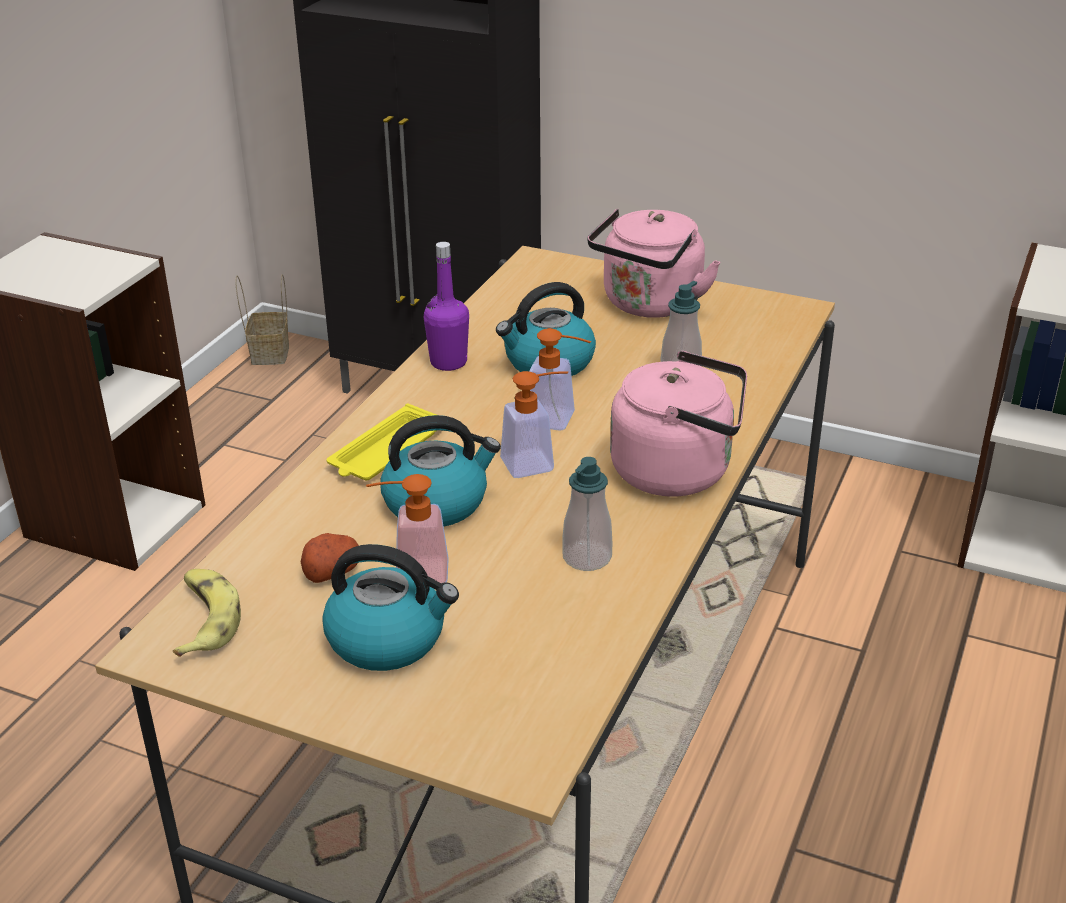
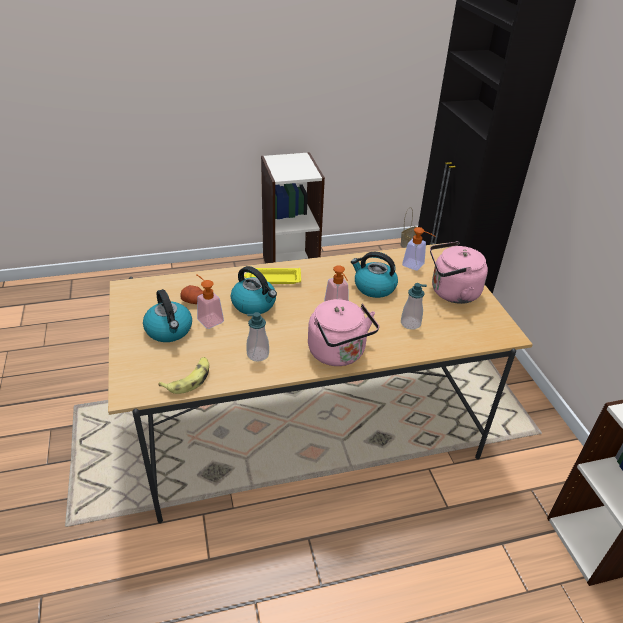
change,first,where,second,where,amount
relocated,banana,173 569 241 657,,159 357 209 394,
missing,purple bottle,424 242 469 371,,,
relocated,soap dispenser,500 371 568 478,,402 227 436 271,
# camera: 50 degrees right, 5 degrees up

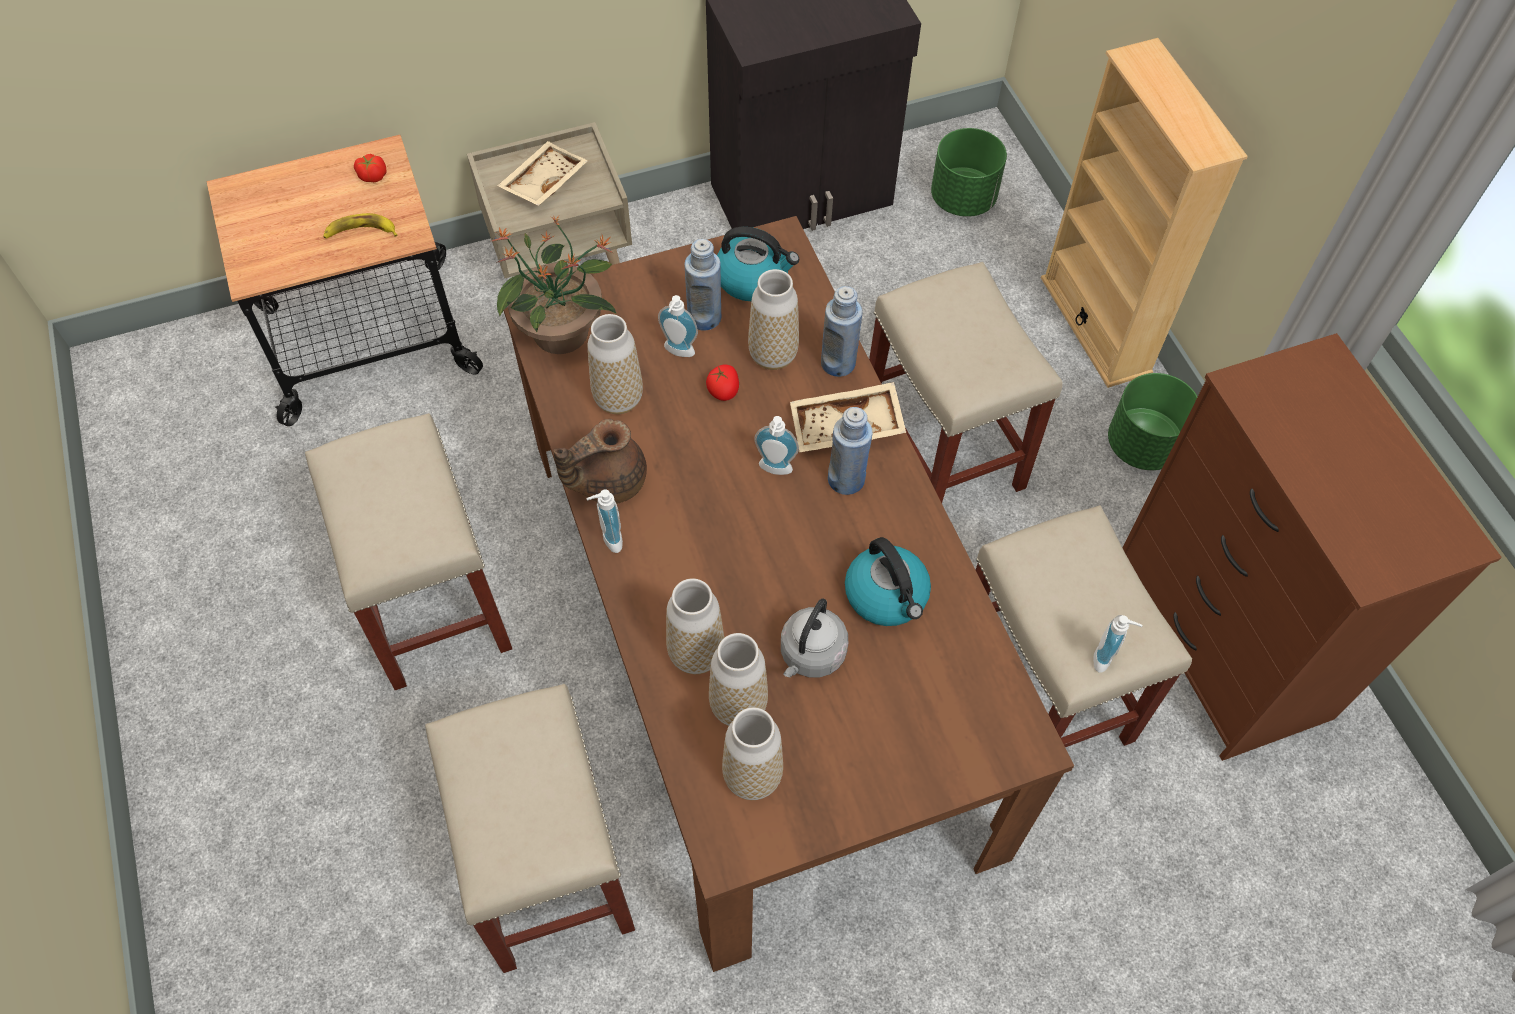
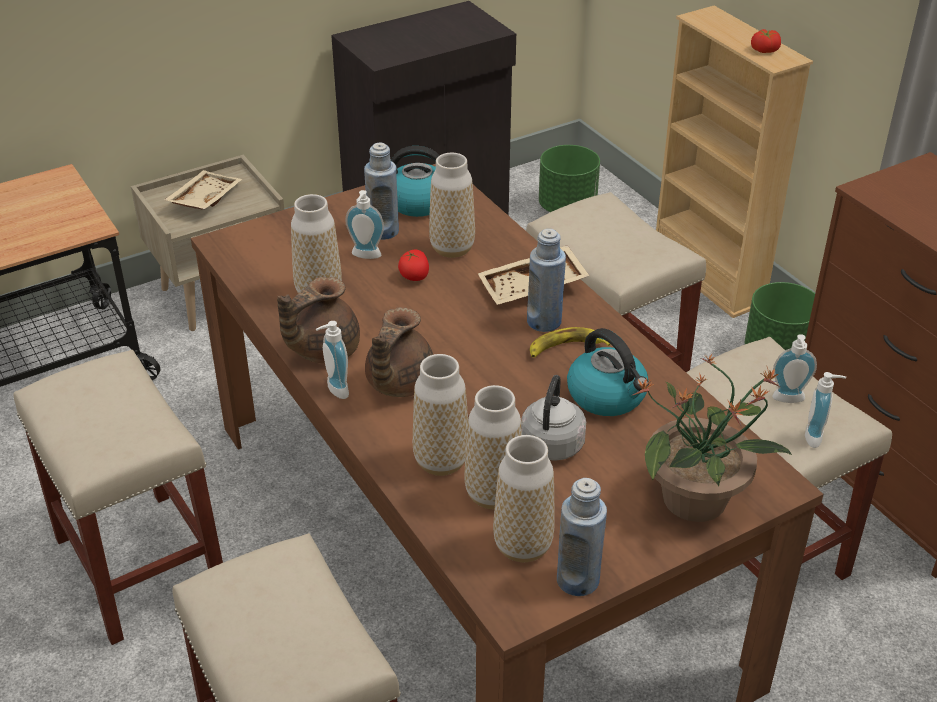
change,first,where,second,where,amount
relocated,banana,323 213 397 239,,530 327 611 357,
relocated,tomato,354 154 387 182,,751 29 781 53,
relocated,potted plant,492 216 617 354,,633 354 793 522,
relocated,soap dispenser,754 416 799 475,,772 334 817 403,
relocated,blue bottle,821 286 862 377,,557 478 607 596,
appeared,,,brown teapot,365 307 433 397,
# camera: 10 degrees left, 20 degrees down

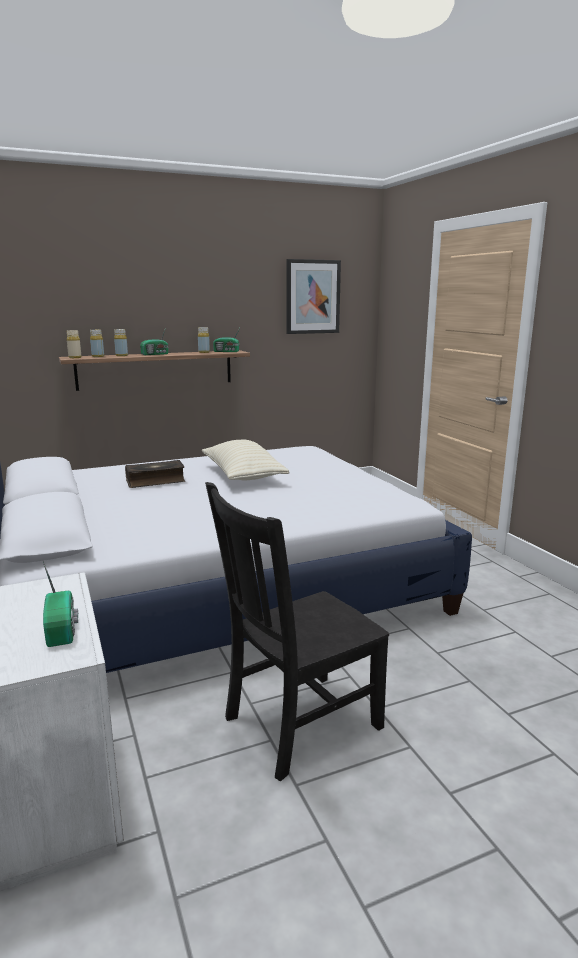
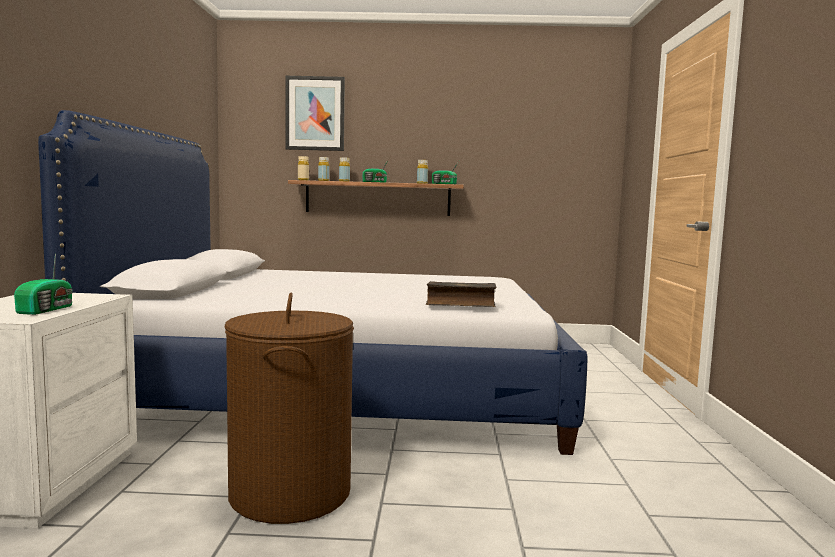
change,first,where,second,where,amount
relocated,book,125 460 185 488,,426 281 497 307,
missing,beige pillow,202 440 290 480,,,
exchanged,black chair,205 482 389 781,brown laundry basket,225 293 354 524,
relocated,picture,286 259 341 334,,285 76 345 151,
# camera: 25 degrees right, 10 degrees down

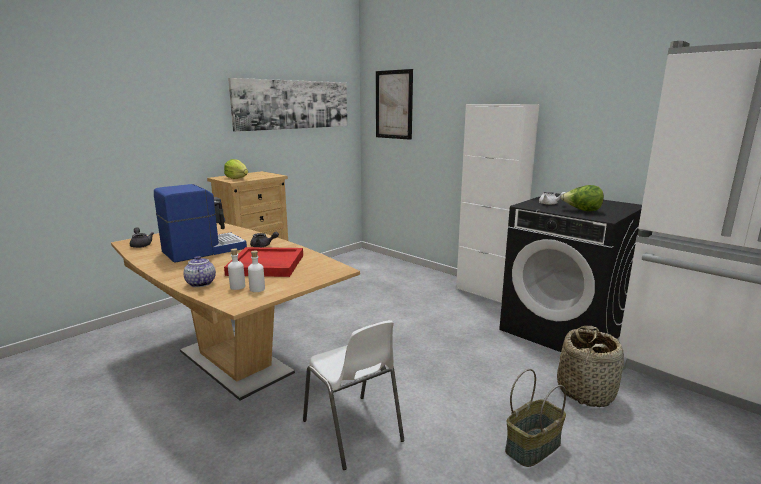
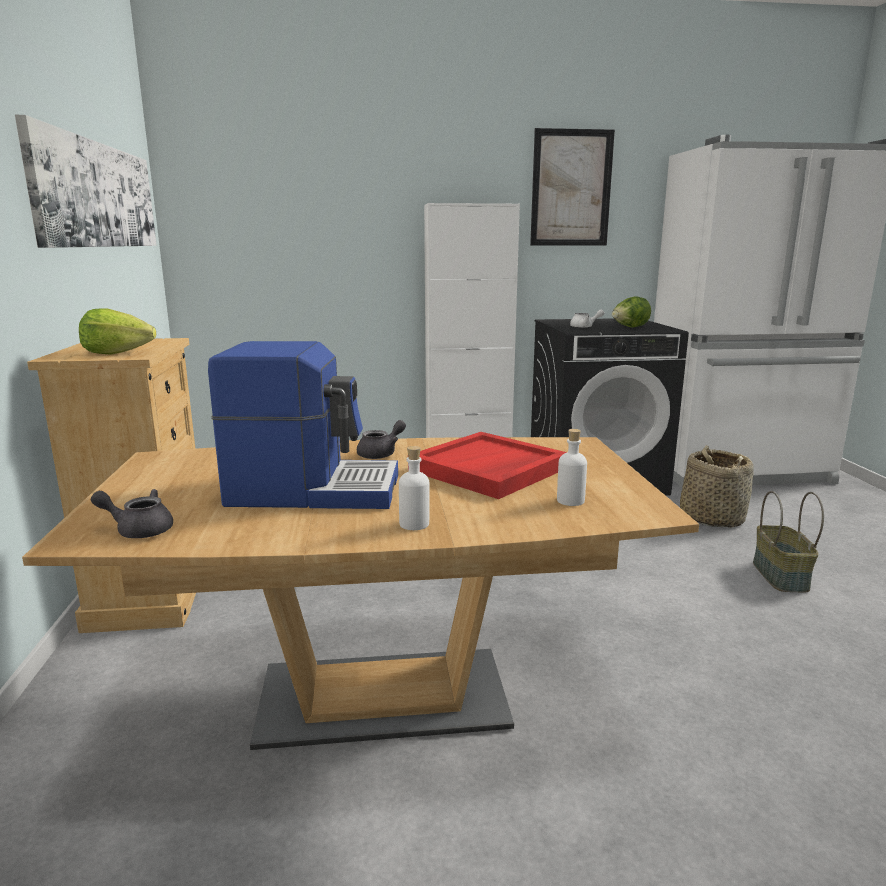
change,first,where,second,where,amount
spun,coffee machine,154 184 247 263,,208 341 398 509,90 degrees clockwise
missing,teapot,183 256 216 287,,,
relocated,white bottle,248 251 265 292,,399 446 430 530,
missing,white chair,303 320 405 470,,,
relocated,picture,376 69 413 140,,530 128 615 246,
# camera: 50 degrees left, 0 degrees up

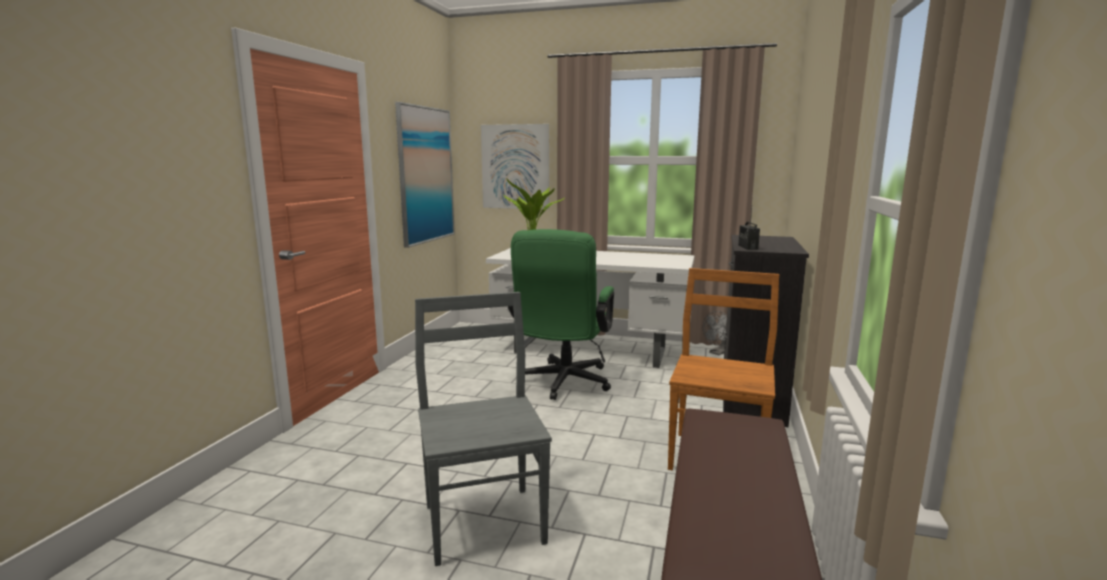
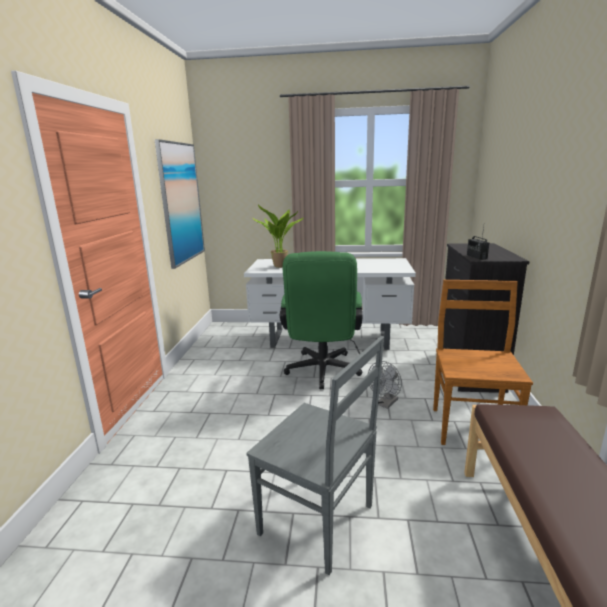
change,first,where,second,where,amount
spun,grey chair,415 292 552 566,,246 336 384 575,150 degrees clockwise
missing,picture,481 124 549 209,,,
relocated,grey fan,702 311 727 355,,368 361 402 409,
# camera: 10 degrees left, 5 degrees up

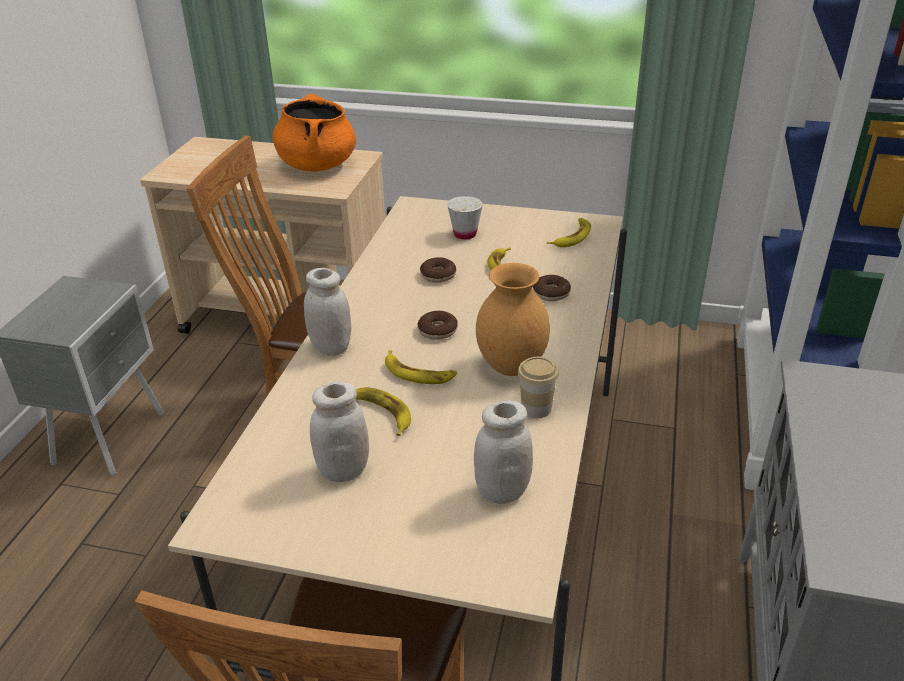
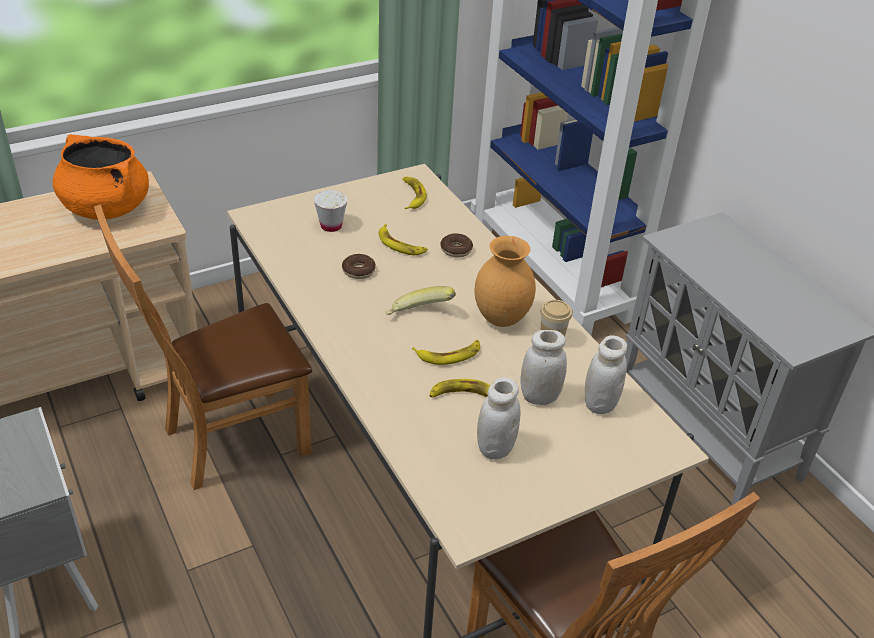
change,first,where,second,where,amount
relocated,white jar,304 268 351 356,,520 330 567 405,
exchanged,donut,418 311 458 340,banana,386 286 456 315,
# camera: 45 degrees left, 5 degrees up

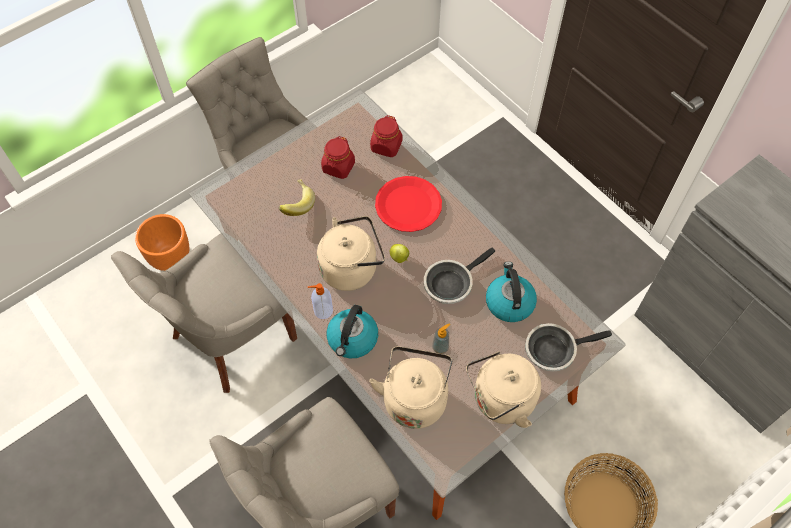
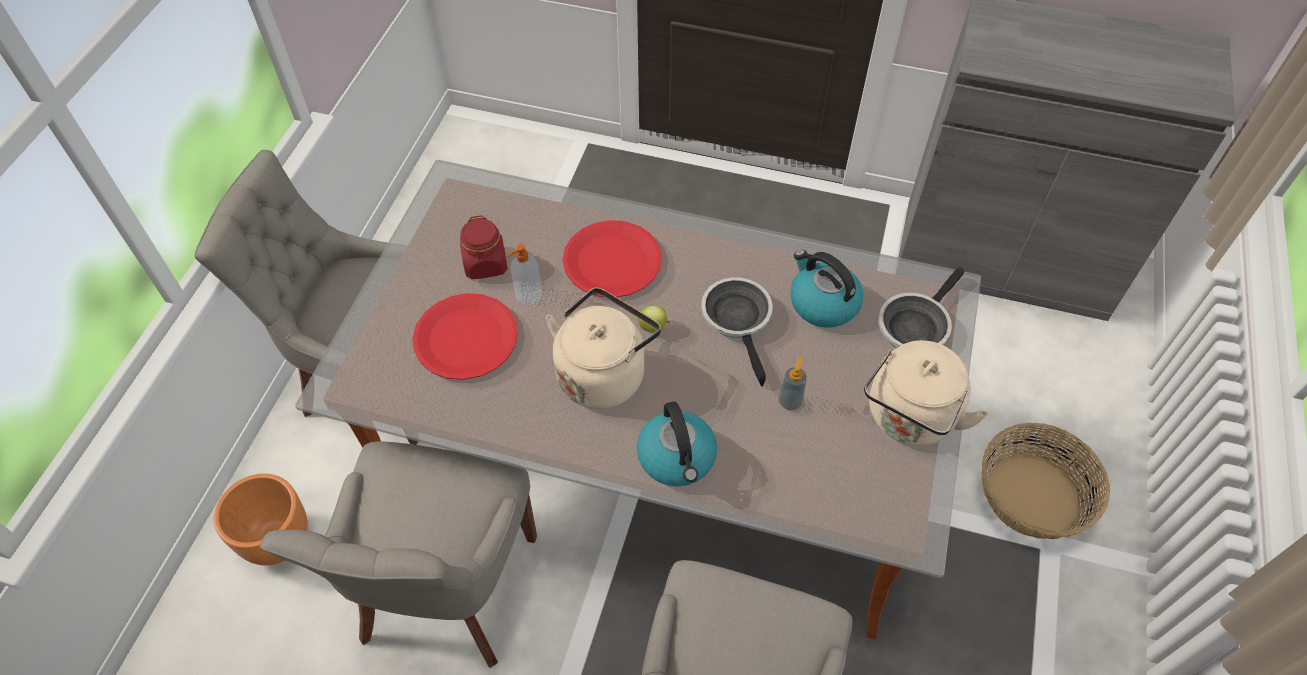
change,first,where,second,where,amount
exchanged,banana,279 179 315 216,red plate,412 293 518 380,
relocated,soap dispenser,307 283 333 319,,507 244 542 305,
missing,red jar,370 115 403 157,,,
missing,beige kettle,370 346 452 429,,,
spun,frying pan,424 247 496 304,,701 277 773 387,150 degrees clockwise
# camera: 35 degrees left, 5 degrees down

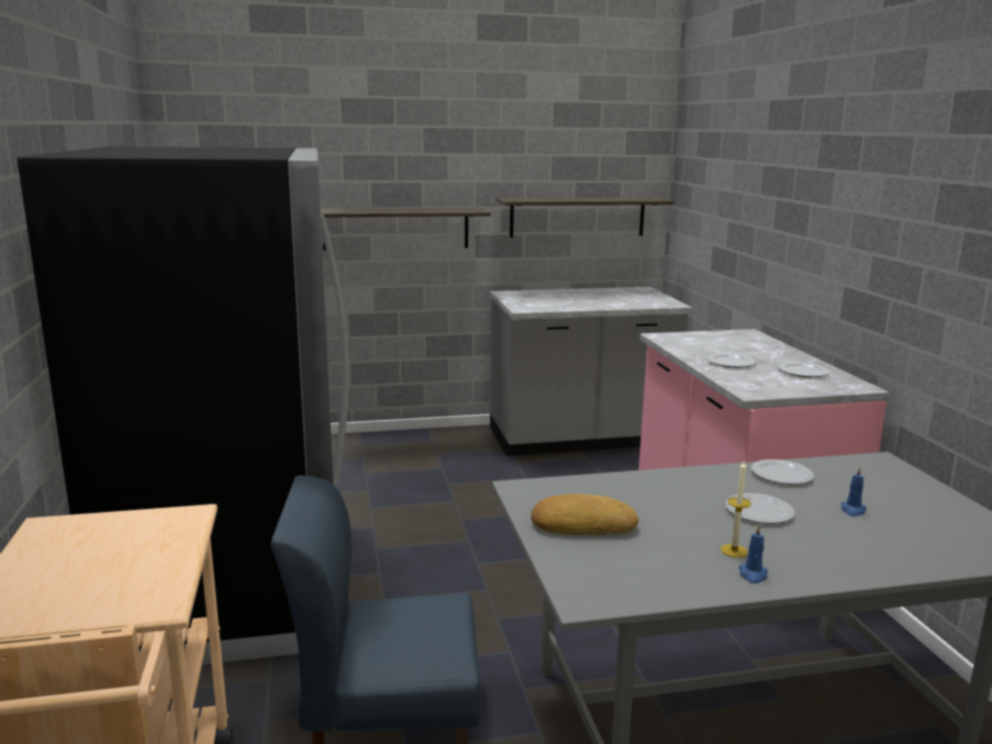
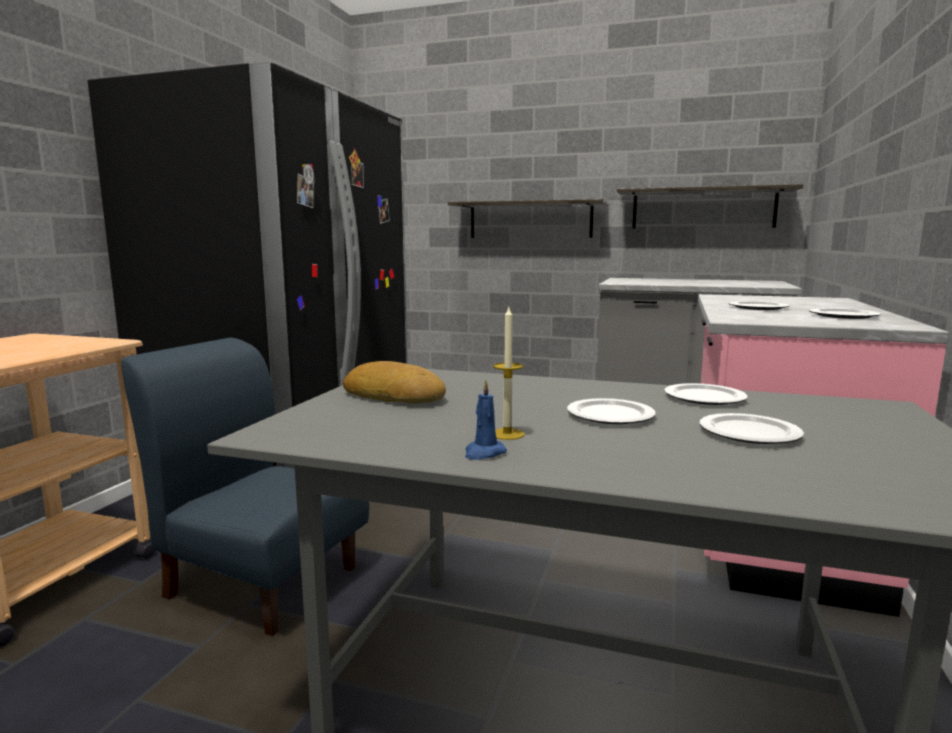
change,first,where,second,where,amount
exchanged,blue candle,841 467 867 516,plate,700 413 804 444,
# camera: 30 degrees right, 5 degrees down

